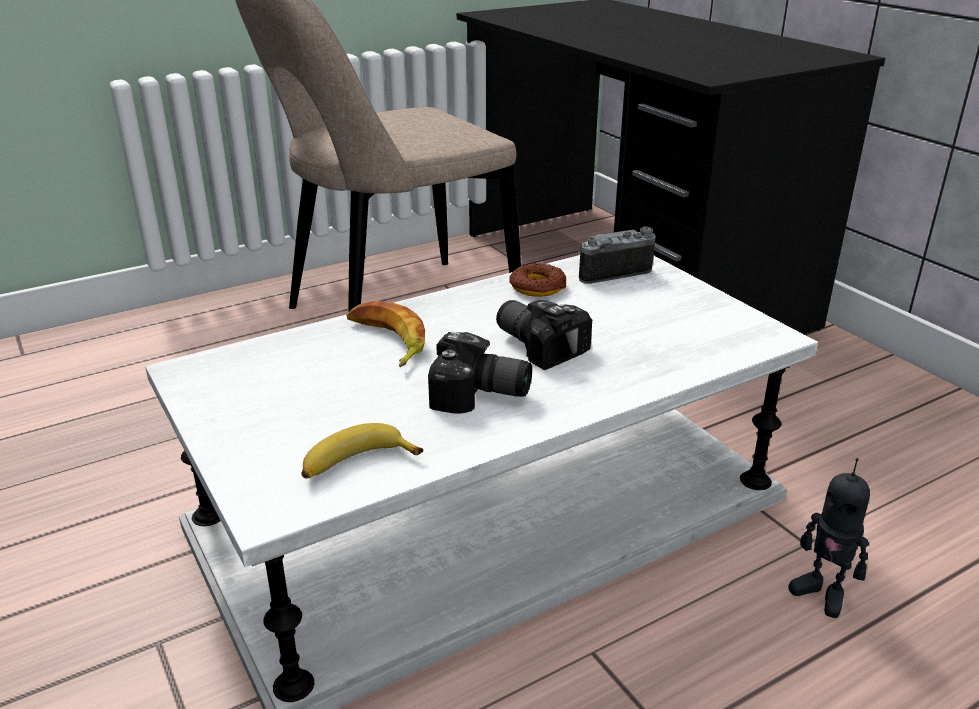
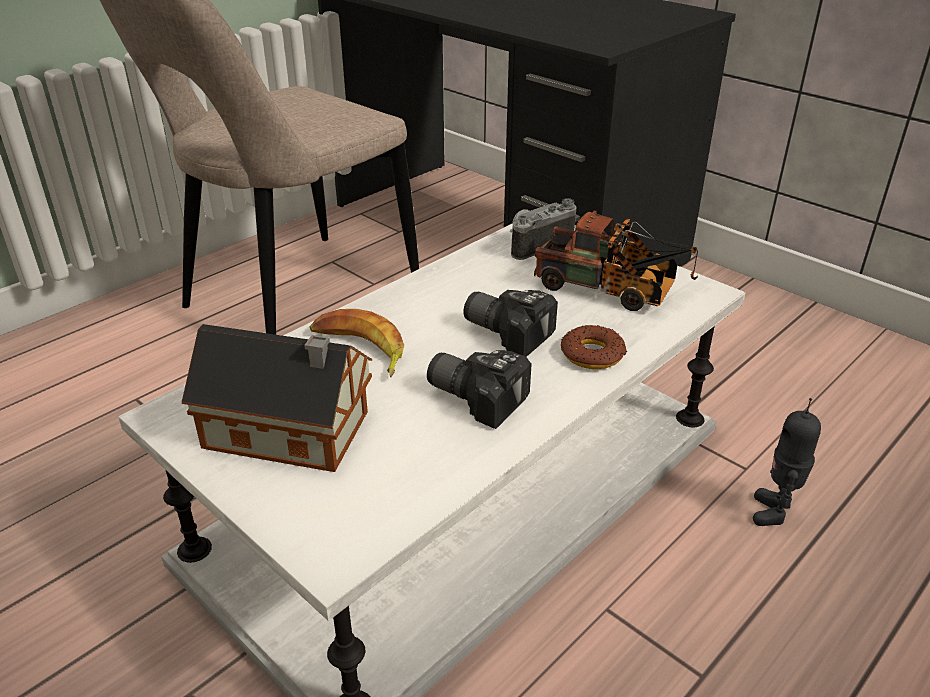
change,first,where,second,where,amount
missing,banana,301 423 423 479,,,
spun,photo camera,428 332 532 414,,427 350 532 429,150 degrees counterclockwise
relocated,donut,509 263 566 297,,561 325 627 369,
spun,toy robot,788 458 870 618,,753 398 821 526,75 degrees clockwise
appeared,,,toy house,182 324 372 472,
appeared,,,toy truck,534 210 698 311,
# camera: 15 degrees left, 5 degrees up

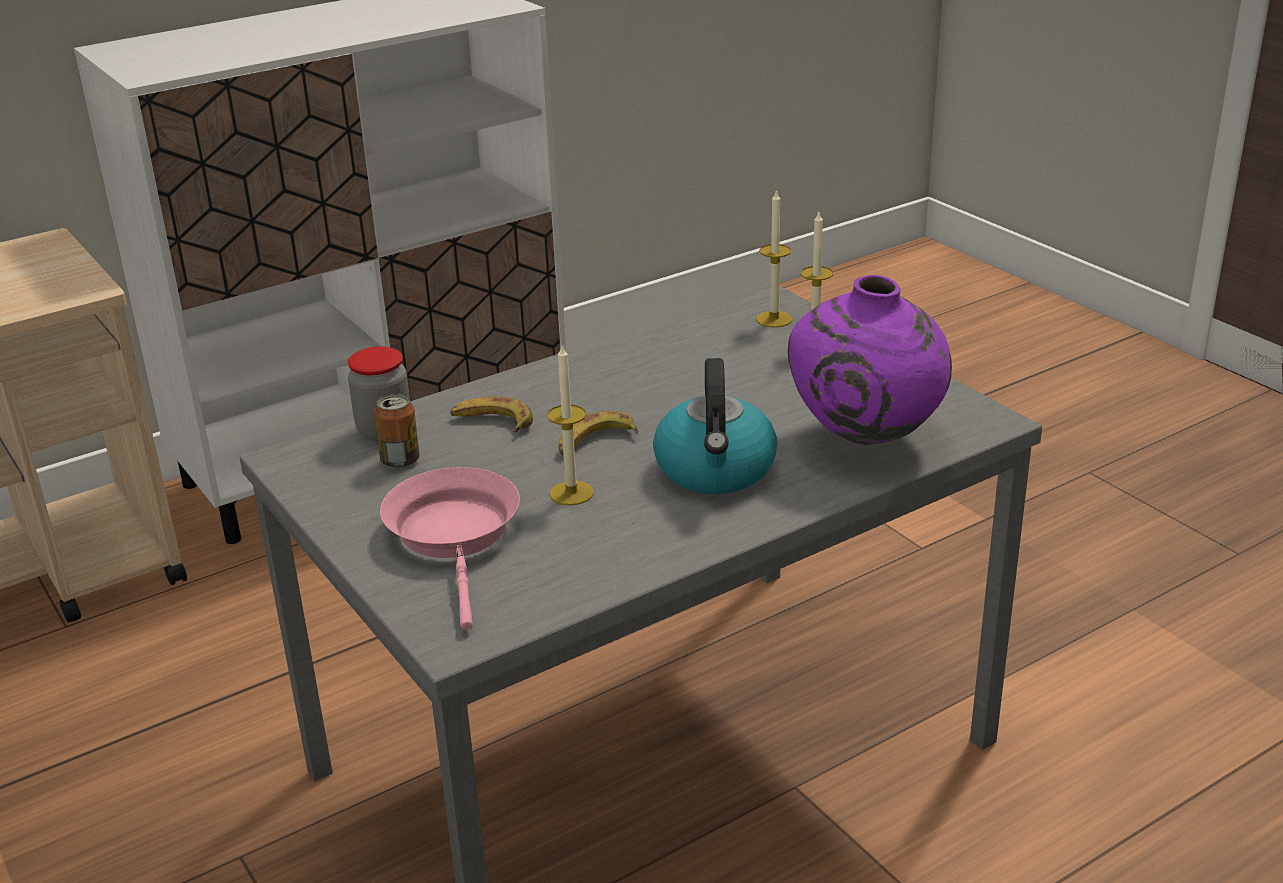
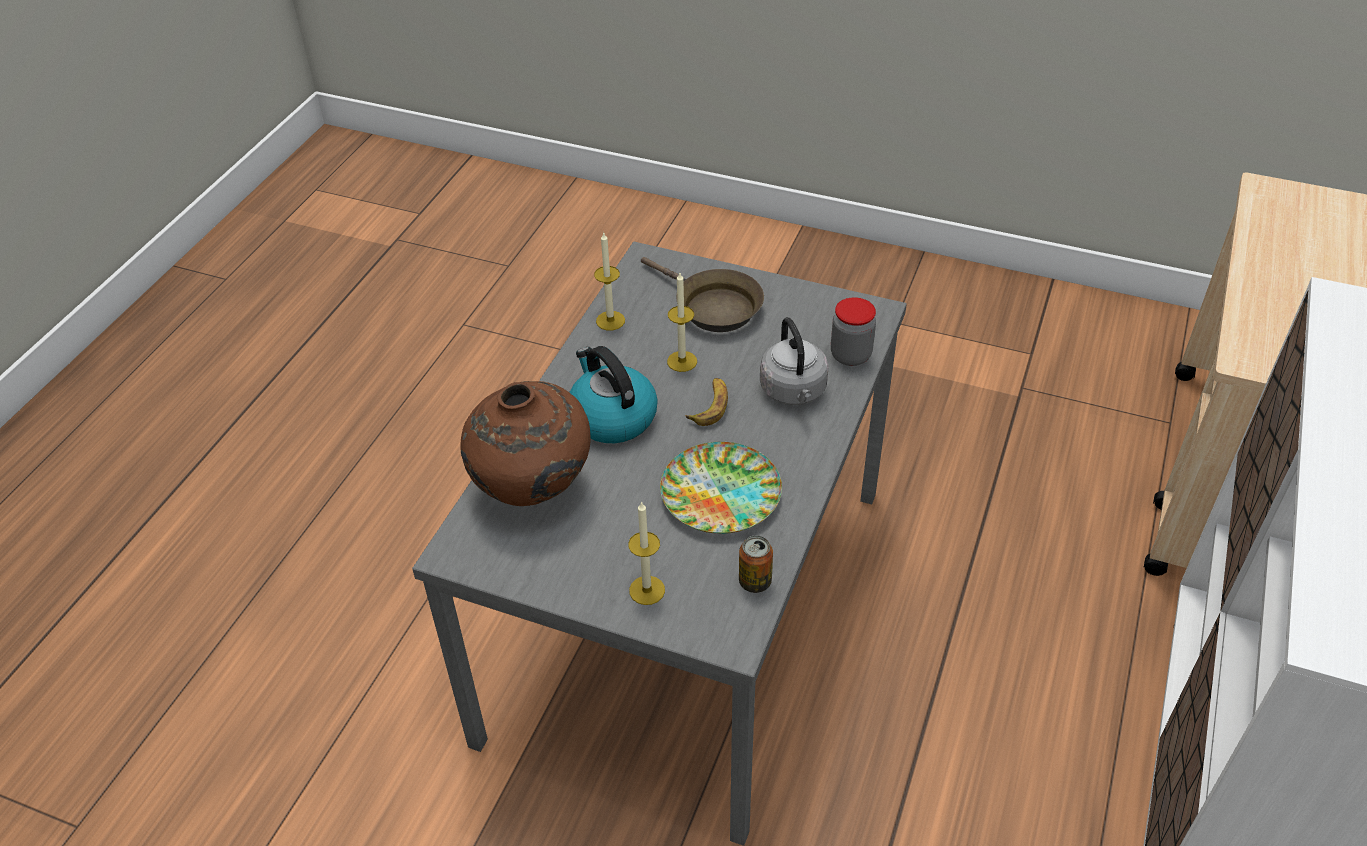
change,first,where,second,where,amount
relocated,can,374 394 420 468,,739 536 773 593,
colour,pink frying pan,380 467 520 631,brown frying pan,641 257 764 332,
exchanged,banana,450 396 533 433,grey kettle,760 317 829 405,
relocated,candle,756 189 793 327,,594 233 625 330,
colour,purple vase,788 275 952 445,brown vase,460 381 591 506,
appeared,,,plate,660 442 782 534,
# camera: 145 degrees right, 15 degrees up

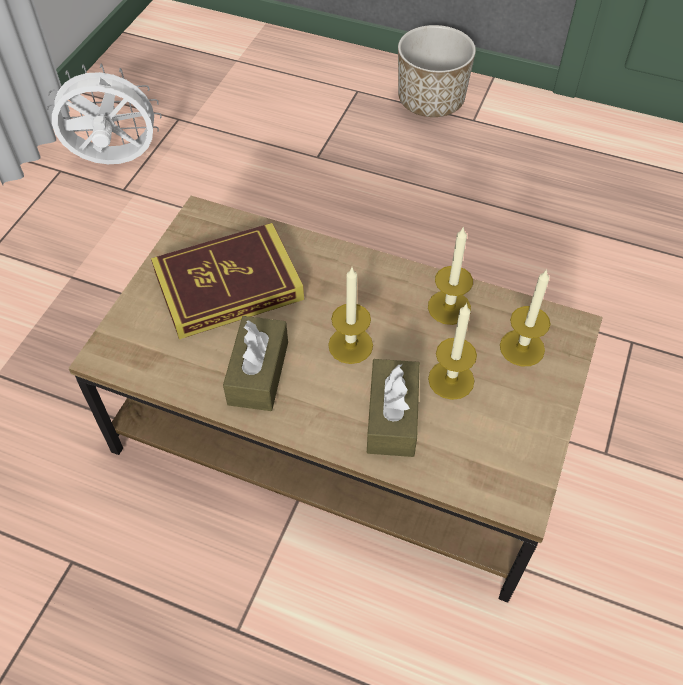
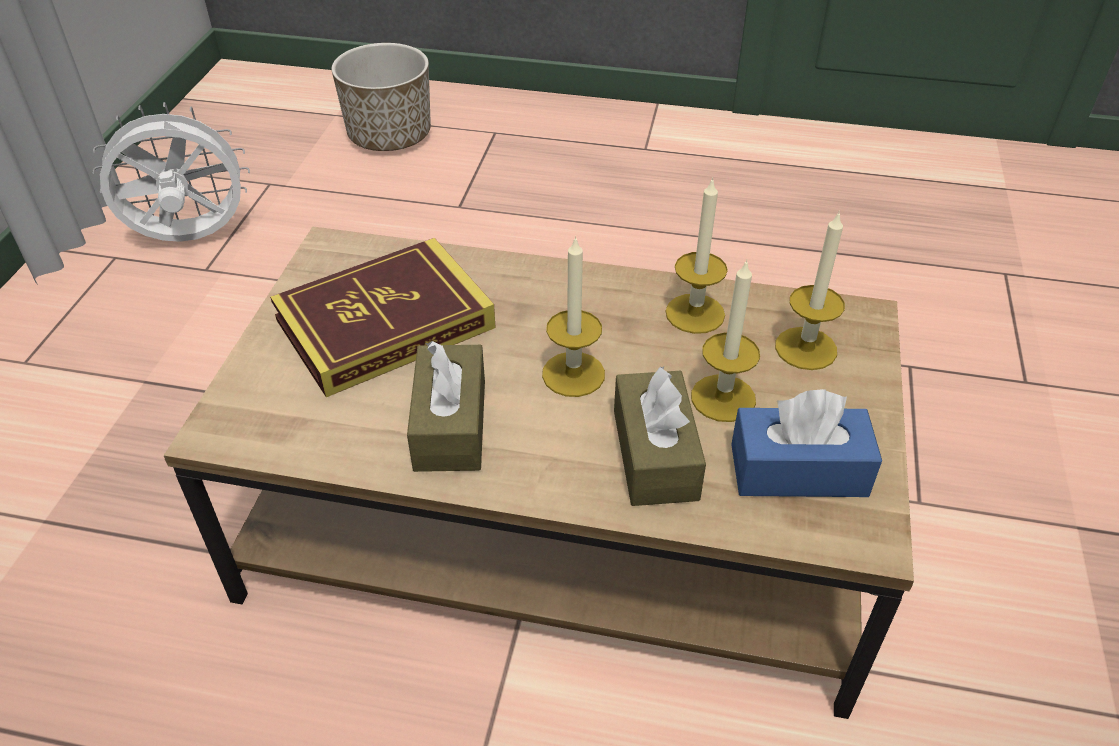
change,first,where,second,where,amount
relocated,planter,398 25 476 117,,331 43 431 151,
appeared,,,blue tissue box,731 389 882 497,
# camera: 10 degrees left, 10 degrees down

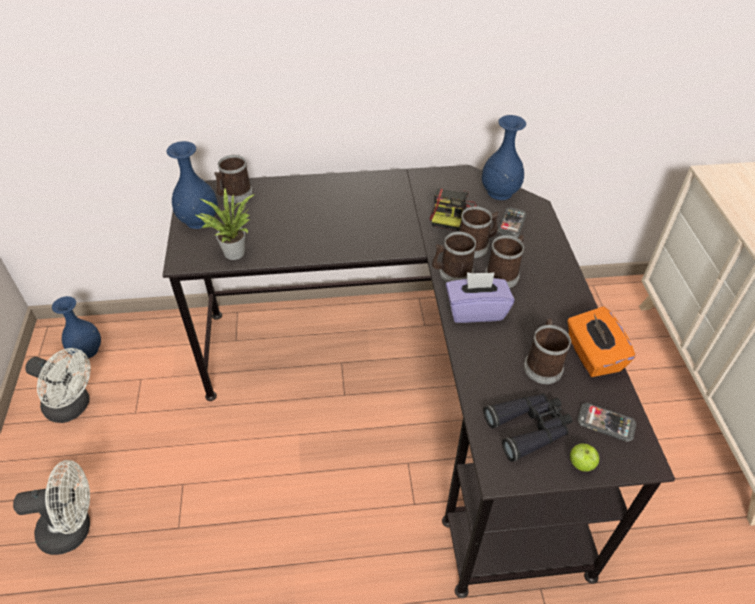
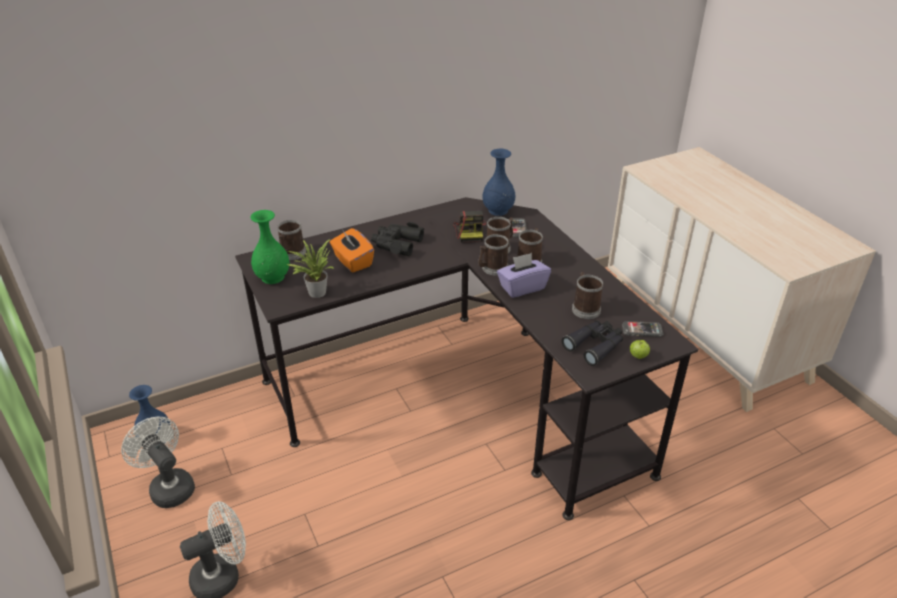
change,first,where,second,where,amount
spun,white fan,25 348 91 423,,121 417 195 508,135 degrees counterclockwise
colour,blue vase,167 141 218 229,green vase,250 210 290 284,
relocated,orange tissue box,567 306 636 377,,330 228 374 273,
appeared,,,black binoculars,371 222 424 256,
# camera: 20 degrees left, 10 degrees down

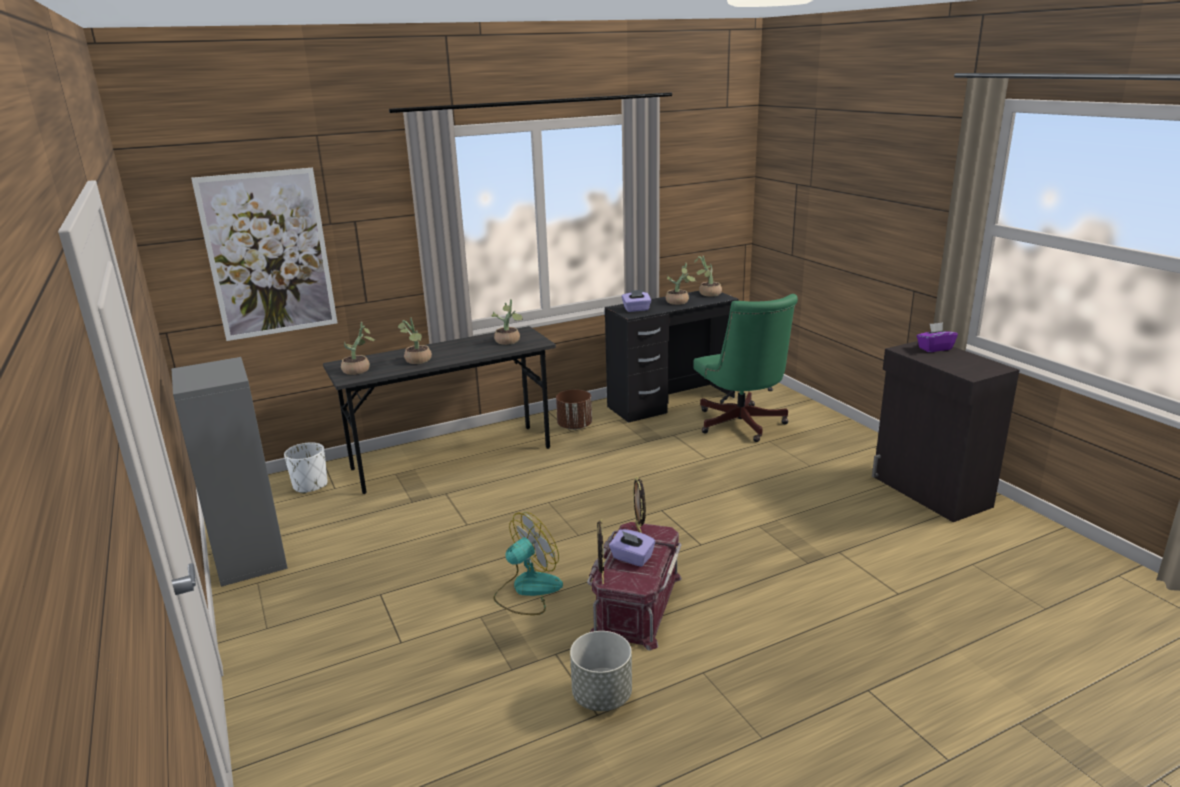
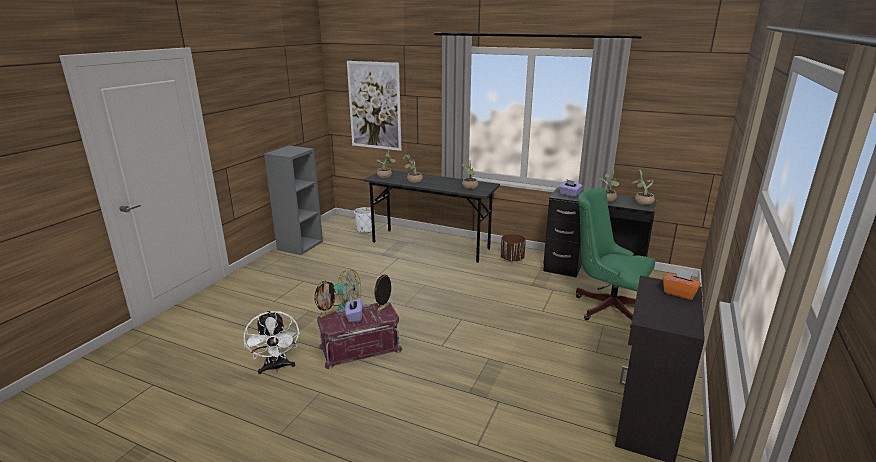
change,first,where,second,where,amount
exchanged,grey planter,570 631 632 711,white fan,244 310 300 374,
spun,green office chair,693 294 798 442,,576 187 656 328,90 degrees clockwise
colour,purple tissue box,917 322 958 352,orange tissue box,663 268 701 300,
# camera: 50 degrees right, 0 degrees up

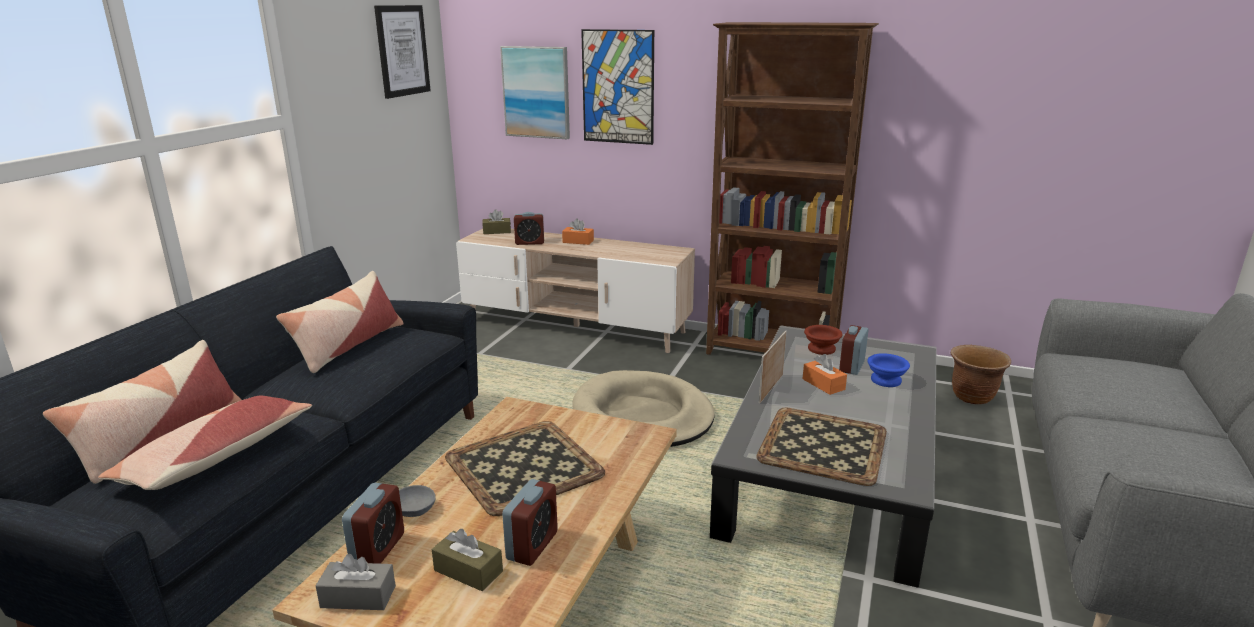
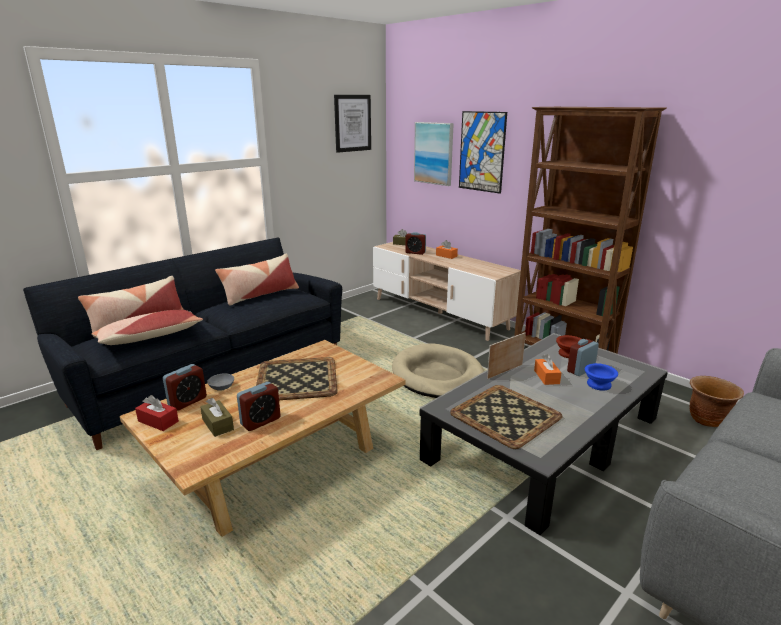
change,first,where,second,where,amount
colour,grey tissue box,316 554 396 610,red tissue box,135 395 179 431,
# camera: 25 degrees right, 0 degrees up

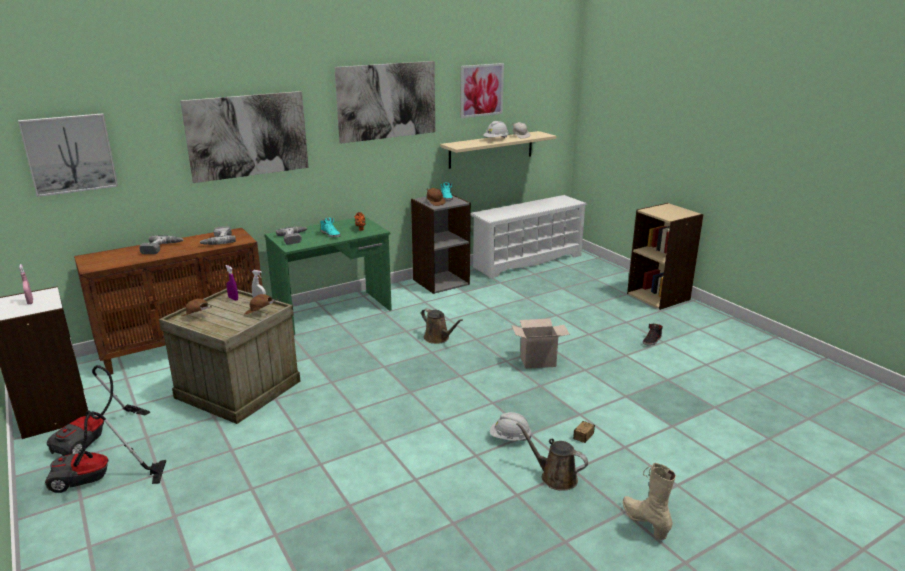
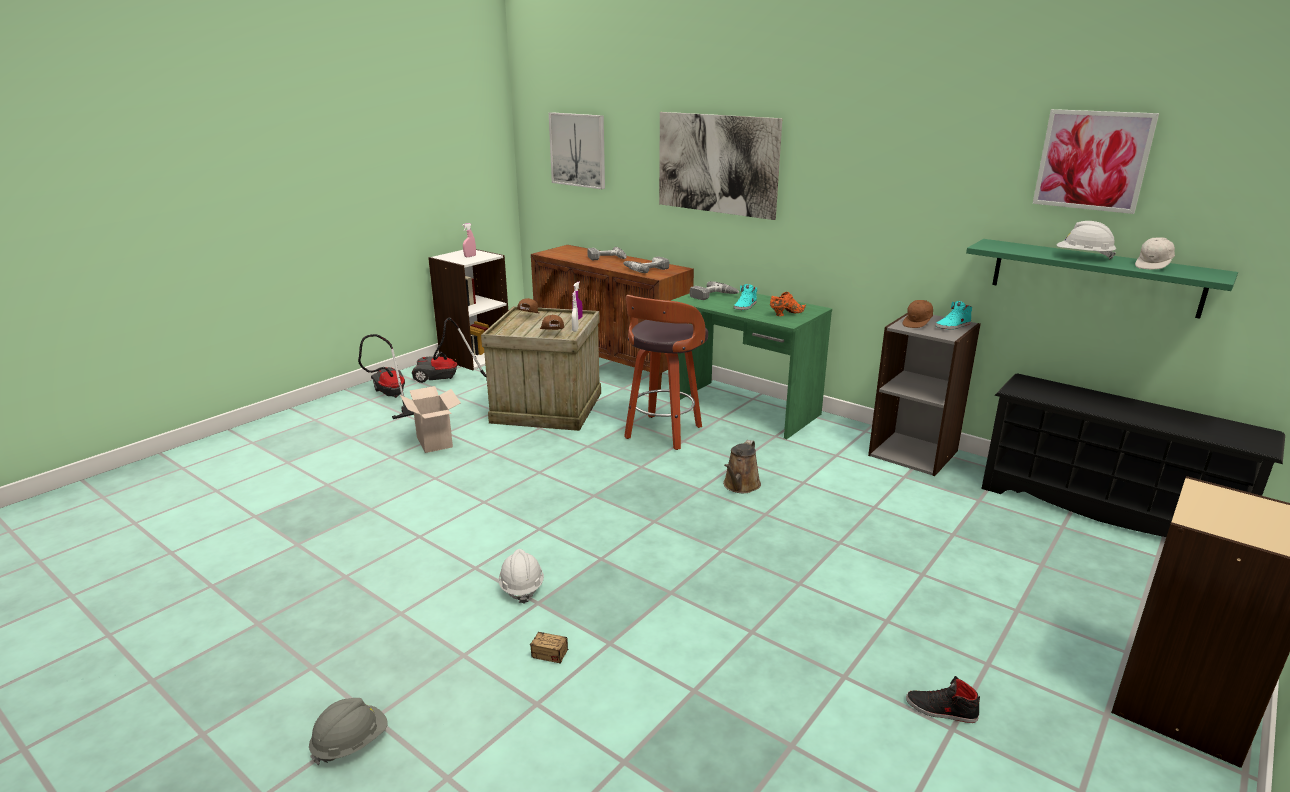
change,first,where,second,where,amount
missing,picture,335 61 435 144,,,
colour,beige shelf,440 131 557 169,green shelf,966 239 1238 319,
colour,white shoe rack,471 195 588 279,black shoe rack,981 373 1285 537,
relocated,cardboard box,511 318 570 369,,400 386 461 453,
missing,brown watering can,517 423 588 491,,,
exchanged,beige boot,623 462 676 540,grey hard hat,309 698 388 765,
appeared,,,stool,624 295 708 450,
# camera: 70 degrees right, 0 degrees up

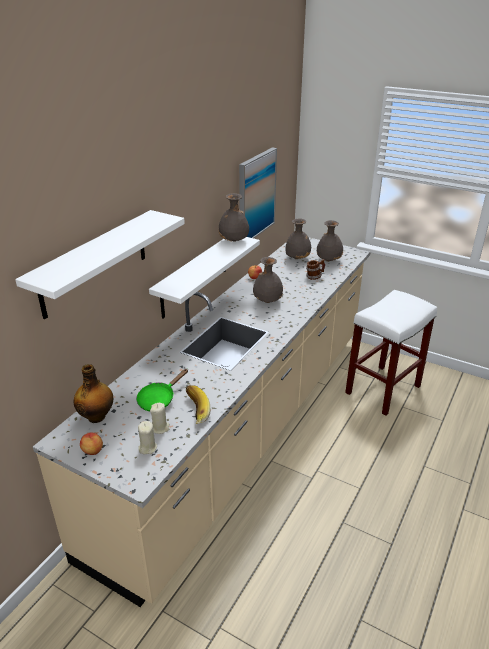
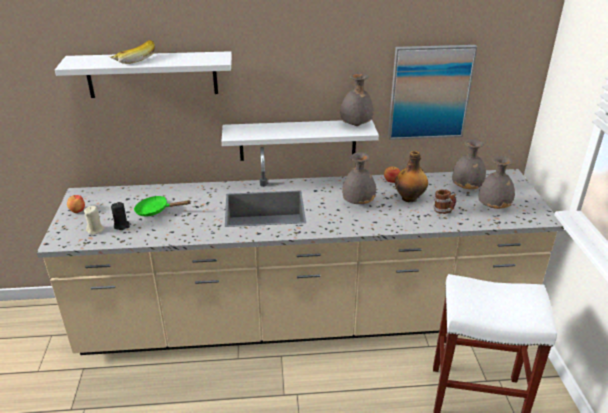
change,first,where,second,where,amount
relocated,bottle,74 364 113 423,,395 150 428 202,
colour,beige candle,150 403 170 434,black candle,111 202 130 230,
relocated,banana,186 385 210 424,,109 40 155 64,
# camera: 55 degrees right, 0 degrees up

